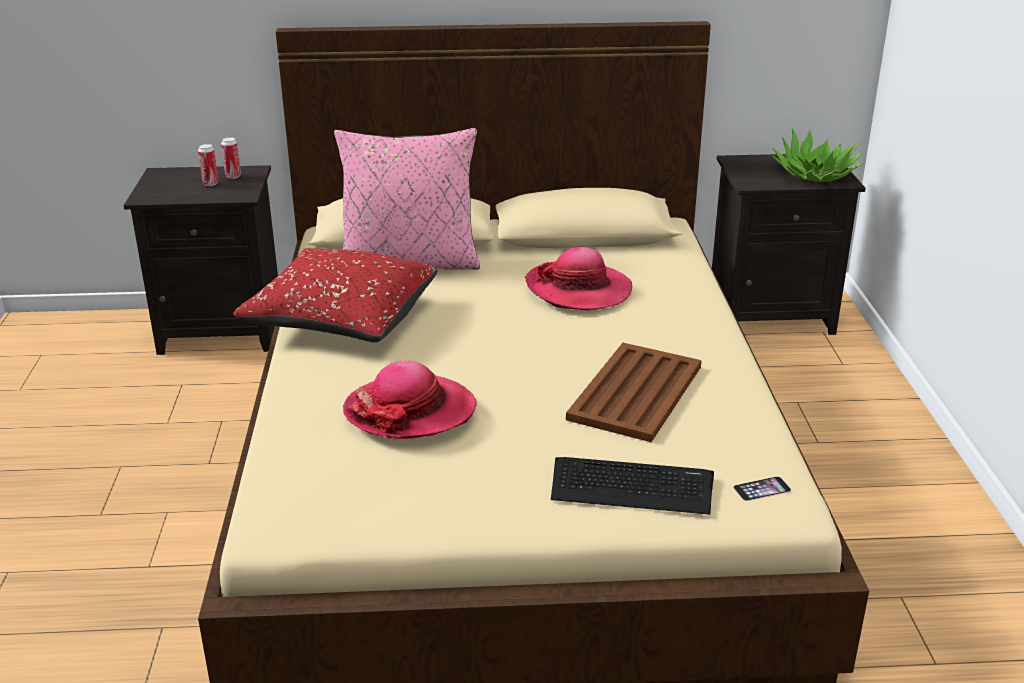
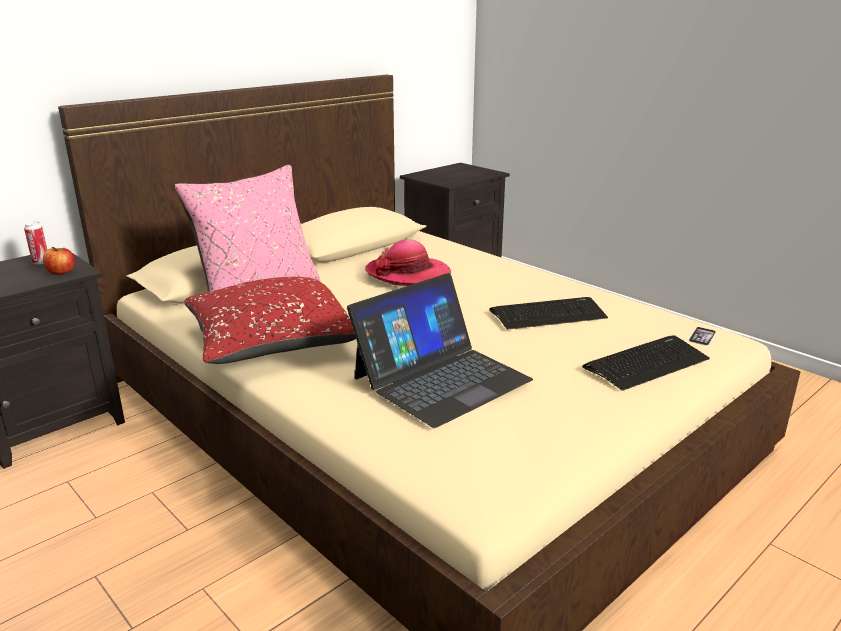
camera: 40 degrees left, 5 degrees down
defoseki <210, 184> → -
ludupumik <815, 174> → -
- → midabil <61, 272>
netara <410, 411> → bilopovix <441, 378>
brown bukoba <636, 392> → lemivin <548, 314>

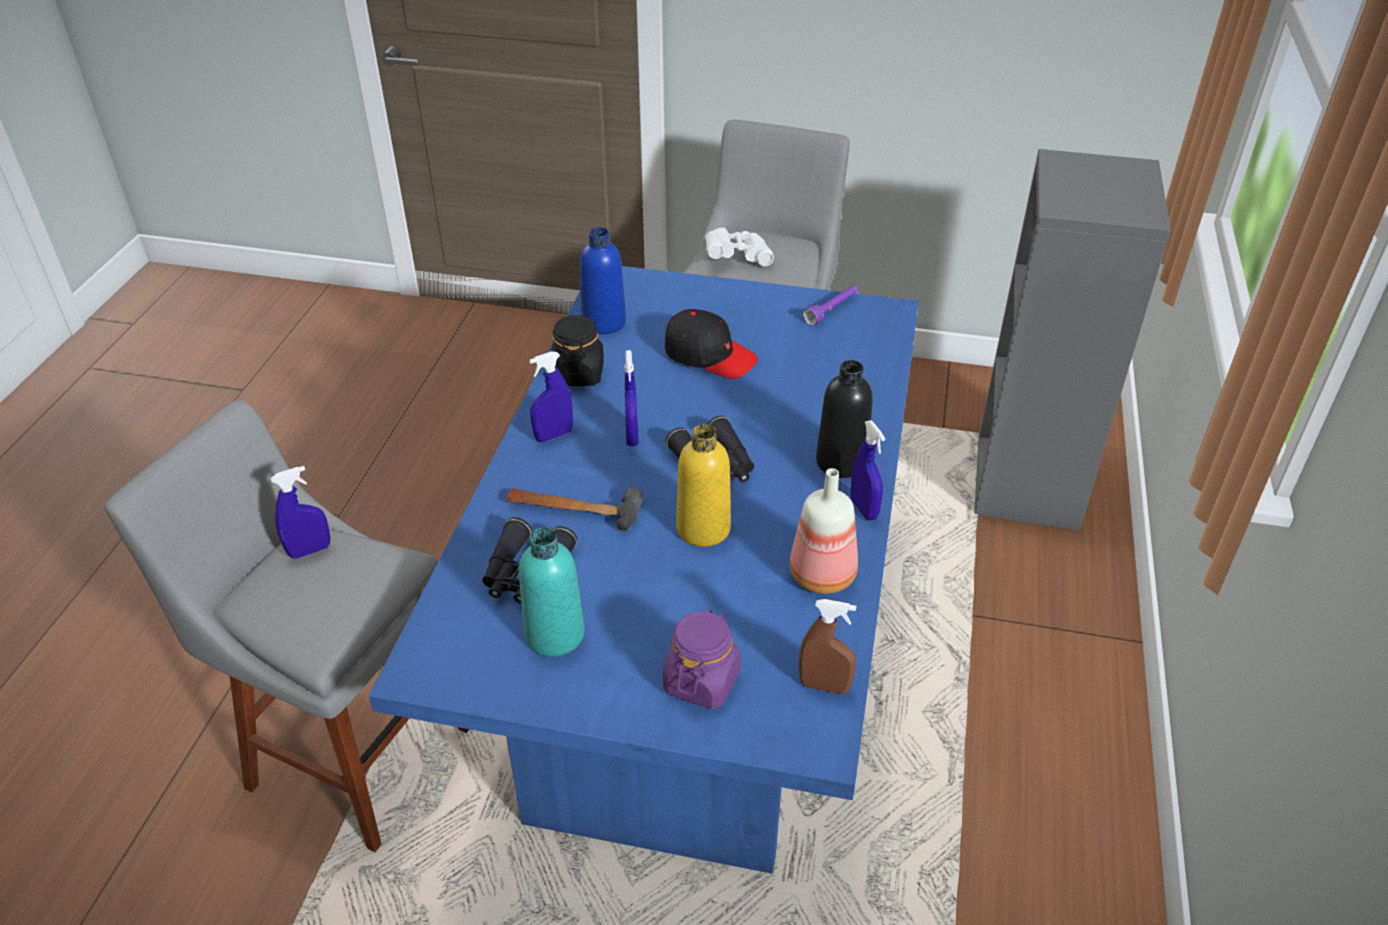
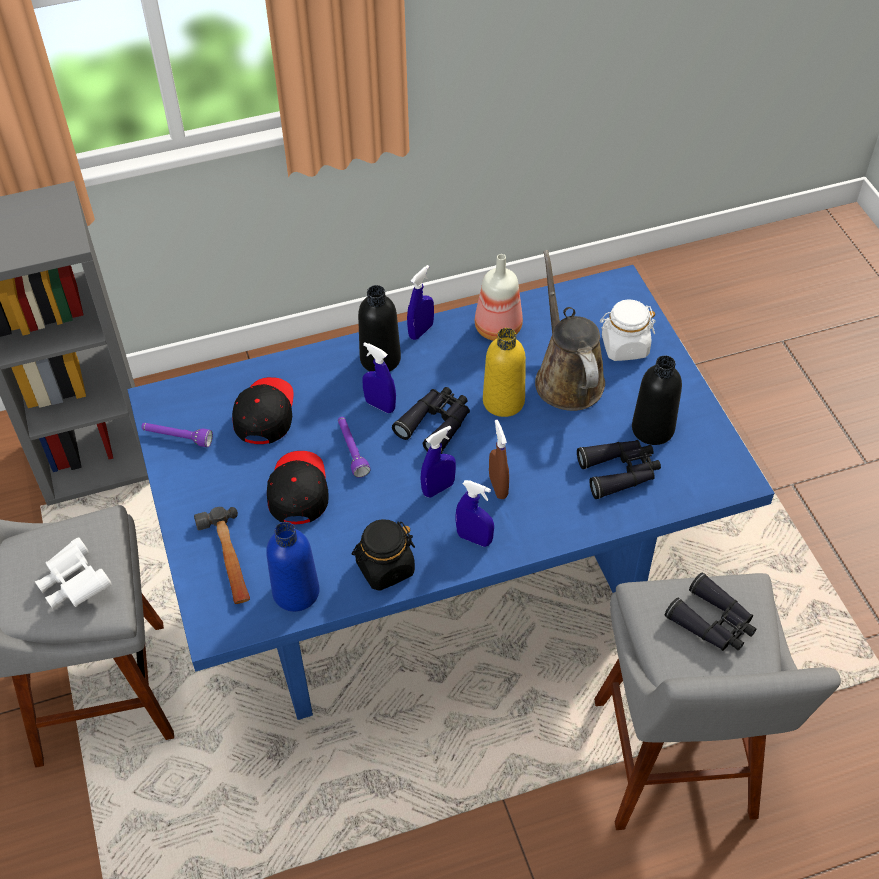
camera: 120 degrees left, 10 degrees up
- → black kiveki <265, 414>
- → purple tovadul <352, 450>
- → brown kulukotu <567, 377>
- → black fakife <713, 623>
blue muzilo <310, 550> → blue muzilo <380, 405>, move
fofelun <573, 509> → fofelun <228, 559>, move
brown muzilo <824, 686> → brown muzilo <498, 487>, move
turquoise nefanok <554, 634> → black nefanok <652, 429>
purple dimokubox <702, 681> → white dimokubox <624, 347>

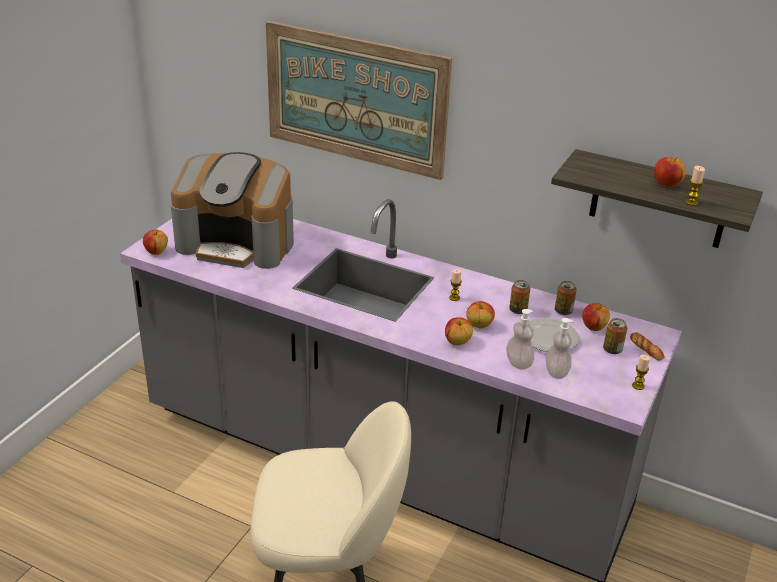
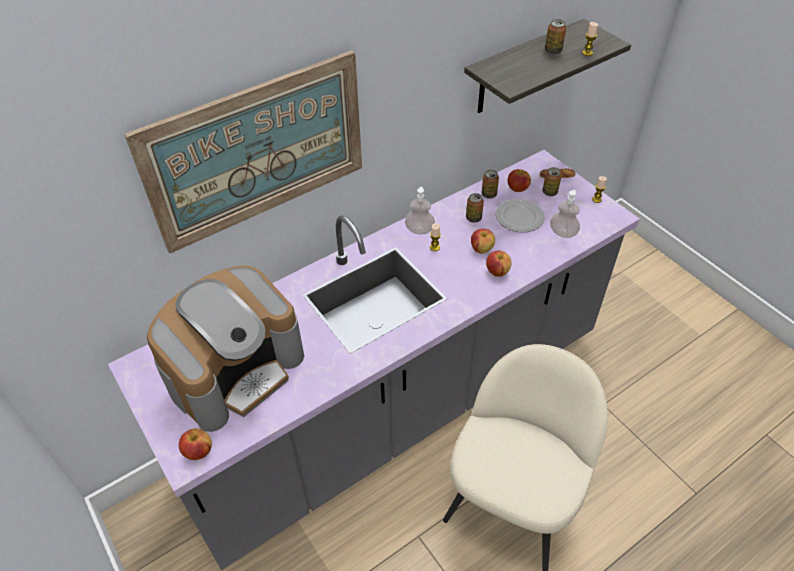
camera: 60 degrees left, 15 degrees up
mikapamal <518, 363> → mikapamal <419, 230>, move
midabil <666, 184> → defoseki <553, 51>

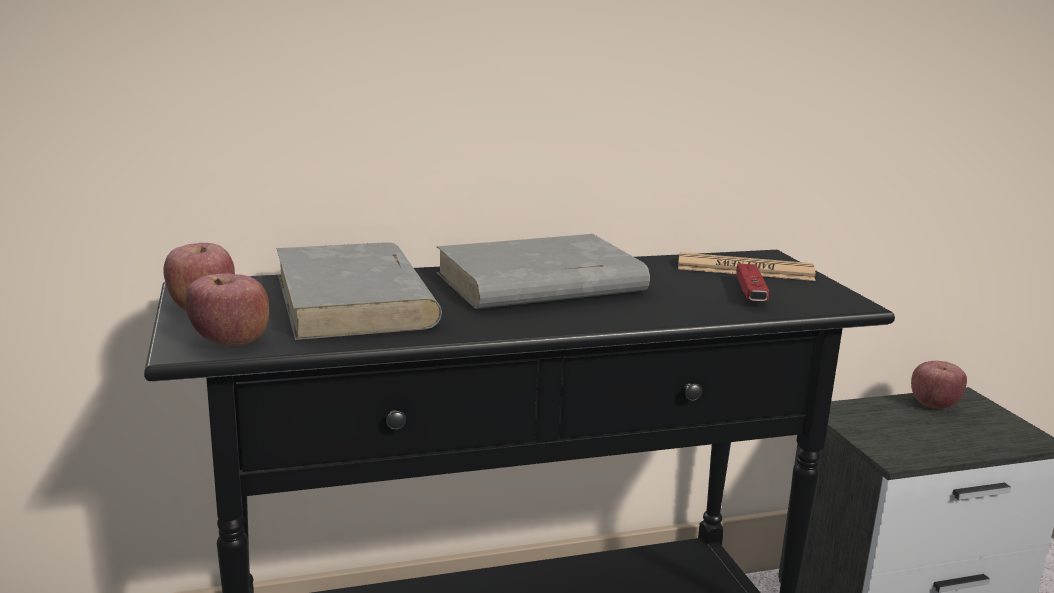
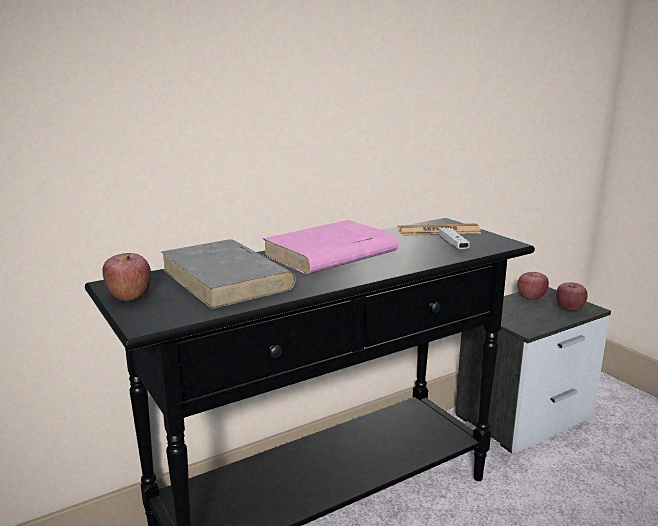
camera: 15 degrees left, 0 degrees up
midabil <231, 341> → midabil <569, 309>, move
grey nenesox <538, 283> → pink nenesox <330, 254>
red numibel <750, 293> → white numibel <453, 244>

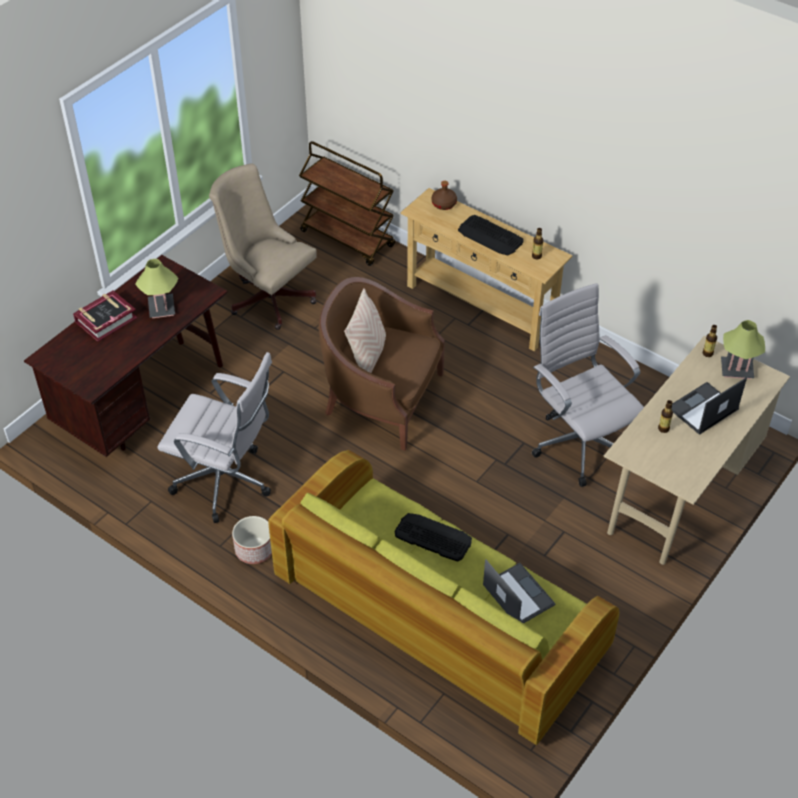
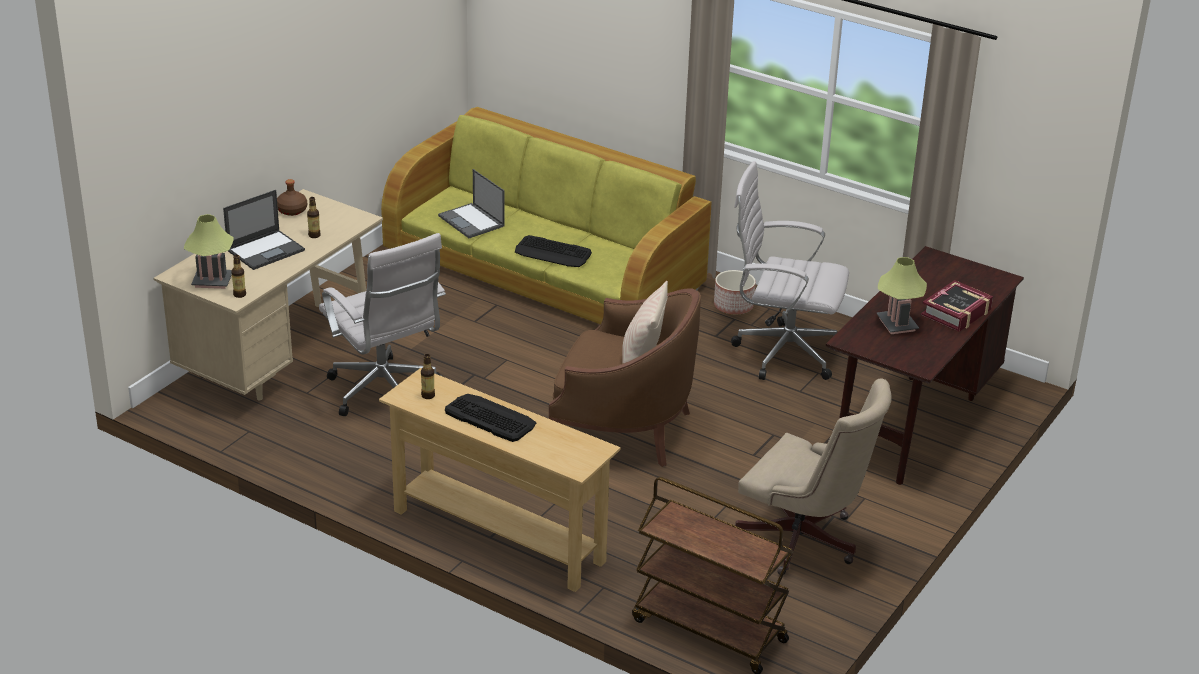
camera: 175 degrees right, 15 degrees down
brown nefanok <444, 204> → brown nefanok <291, 210>, move

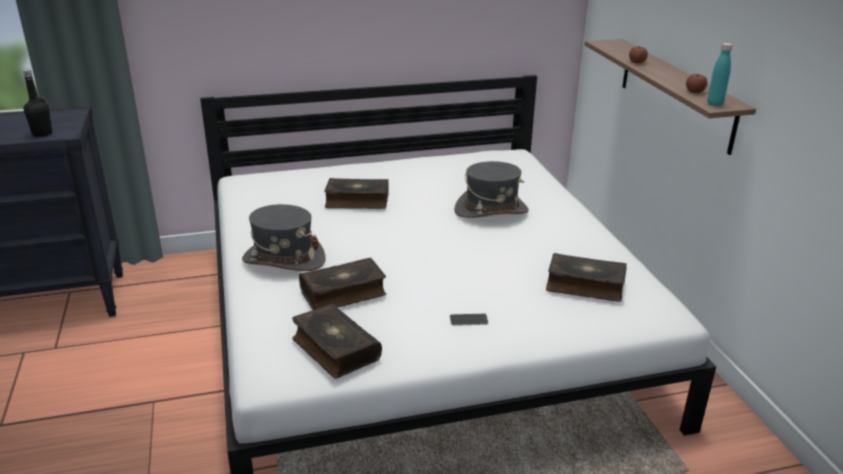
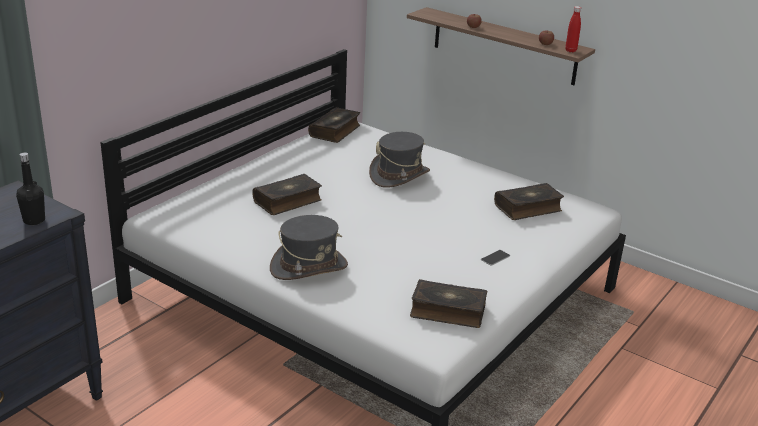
camera: 40 degrees left, 0 degrees up
nenesox <343, 293> → nenesox <335, 131>, move
turquoise nefanok <714, 103> → red nefanok <570, 50>

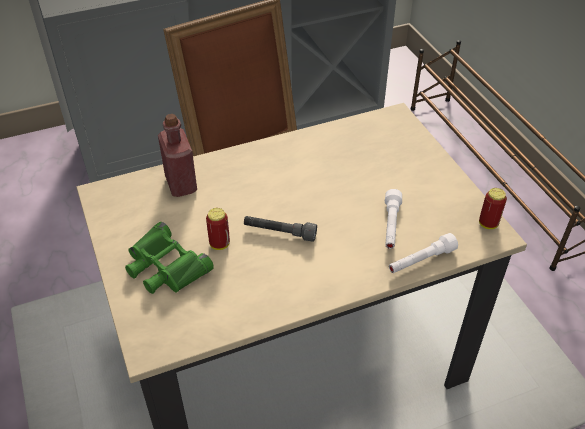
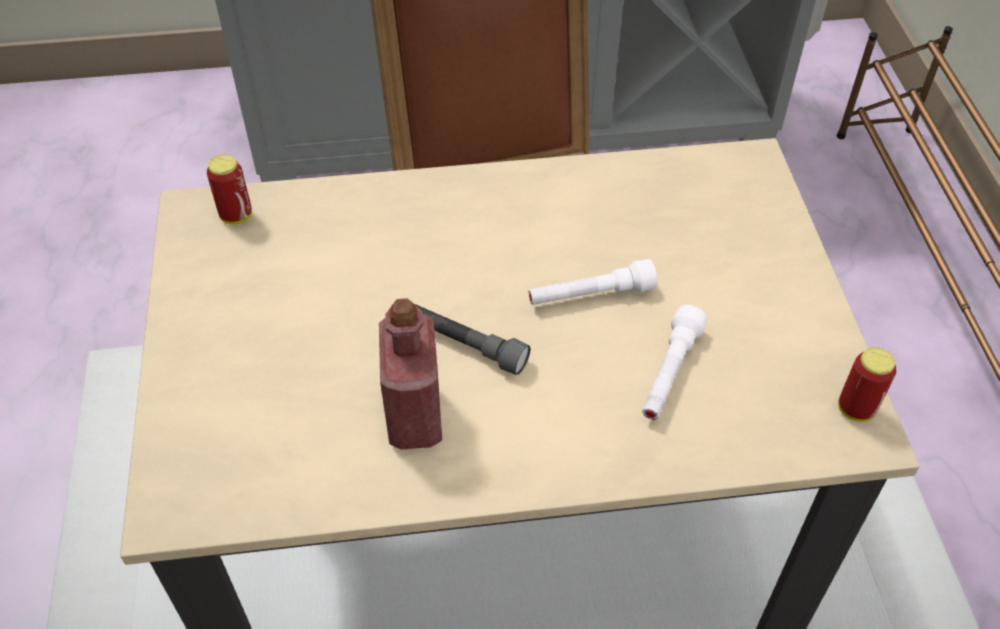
camera: 15 degrees right, 5 degrees up
green fakife <165, 267> → -
red nefanok <181, 184> → red nefanok <414, 417>, move
defoseki <219, 244> → defoseki <236, 216>, move
white tovadul <421, 261> → white tovadul <590, 295>, move

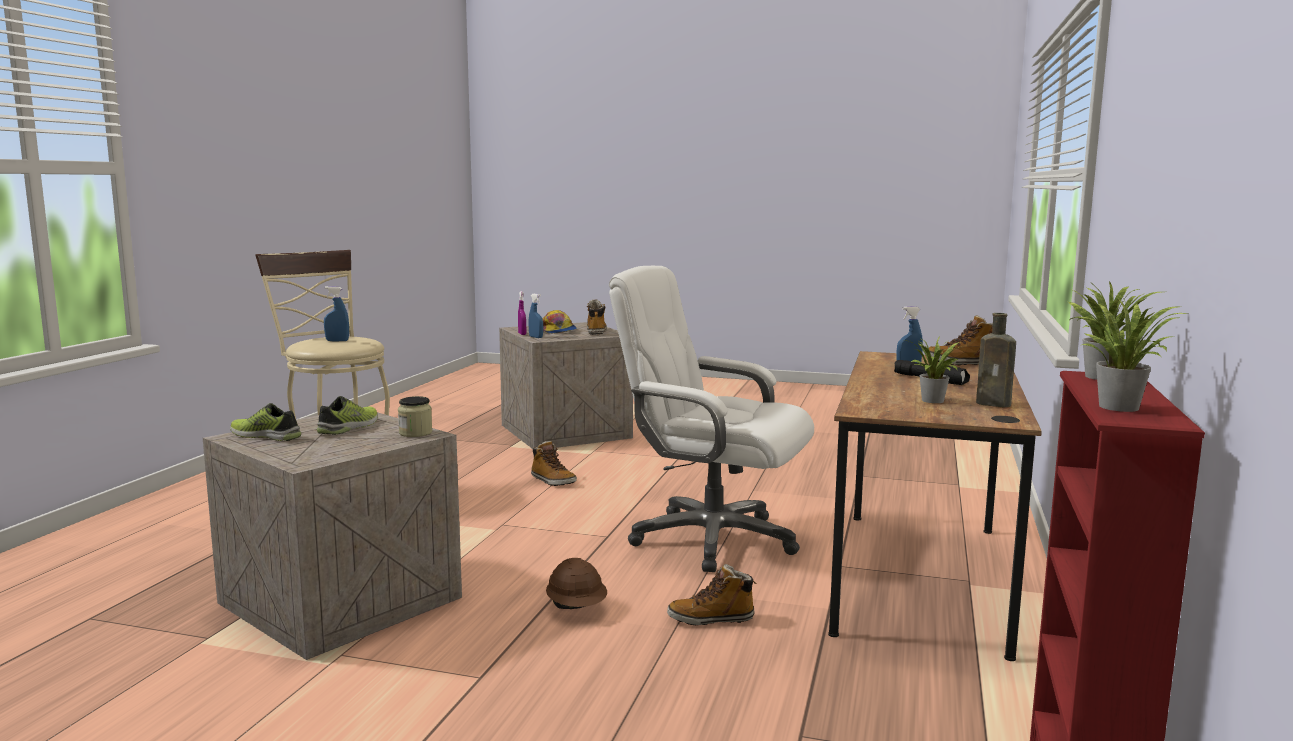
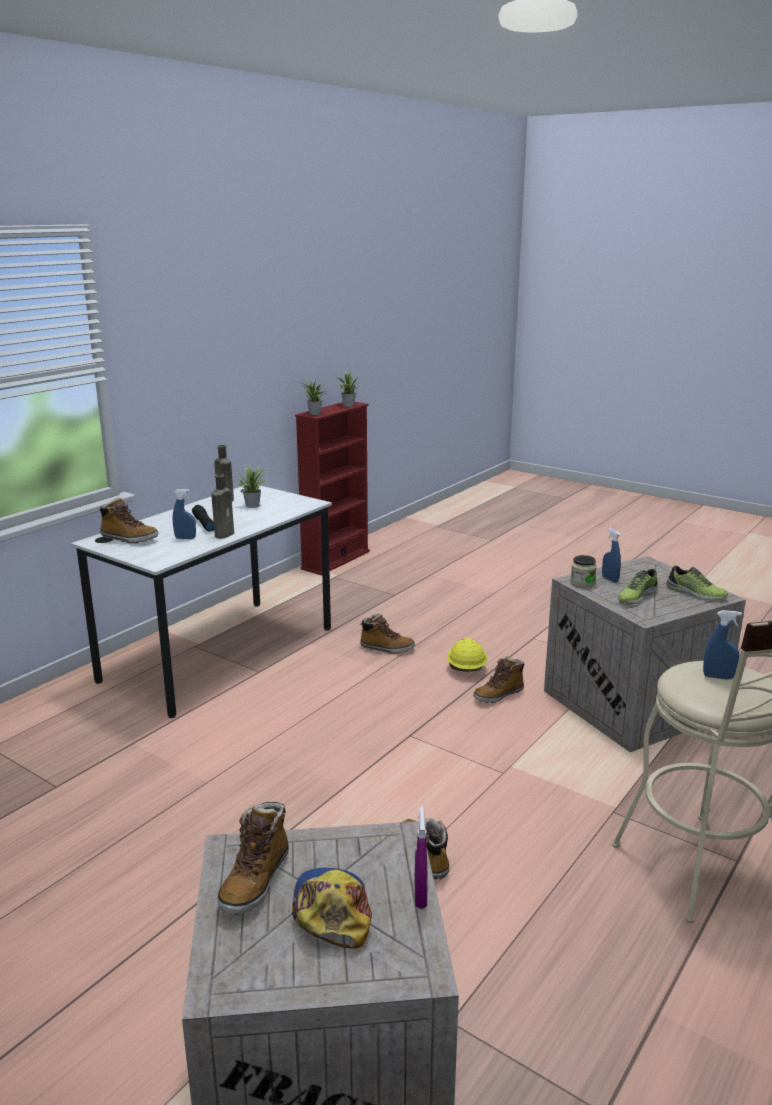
camera: 160 degrees left, 10 degrees up
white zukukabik <711, 539> → -
- → brown nefanok <225, 534>
- → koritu <498, 695>
blue muzilo <536, 337> → blue muzilo <609, 579>, move
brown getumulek <577, 608> → yellow getumulek <466, 669>
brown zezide <920, 577> → white zezide <219, 654>

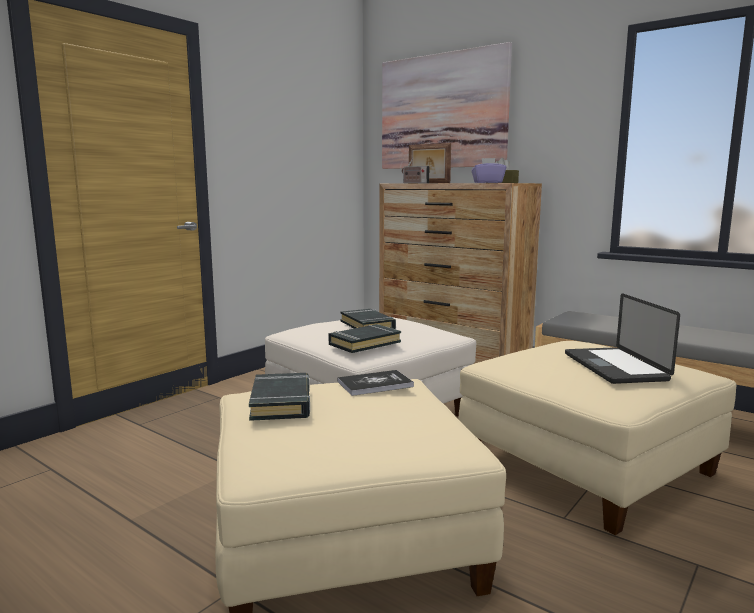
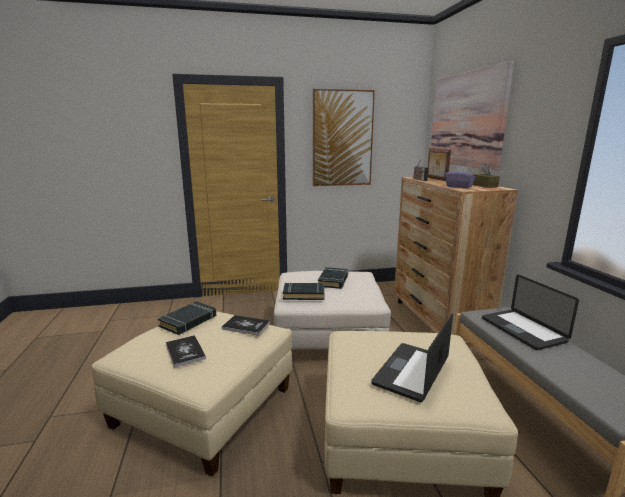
camera: 40 degrees right, 5 degrees up
- → nenesox <185, 351>
- → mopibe <342, 139>
- → bilopovix <522, 330>

